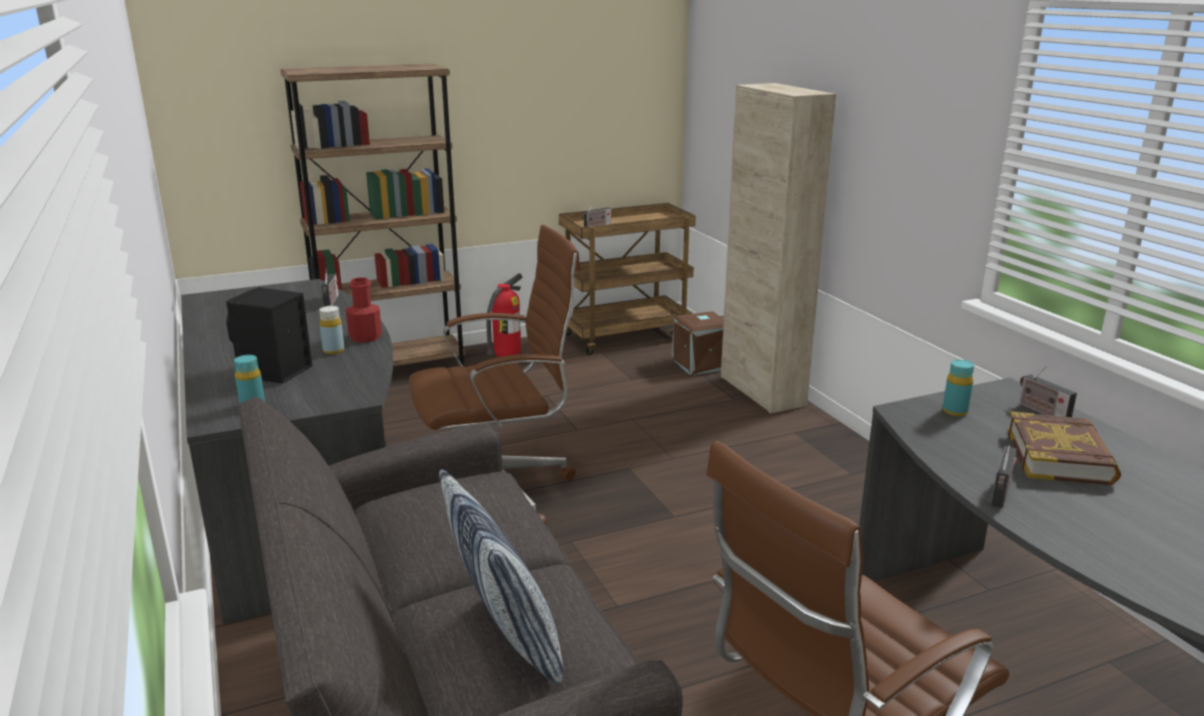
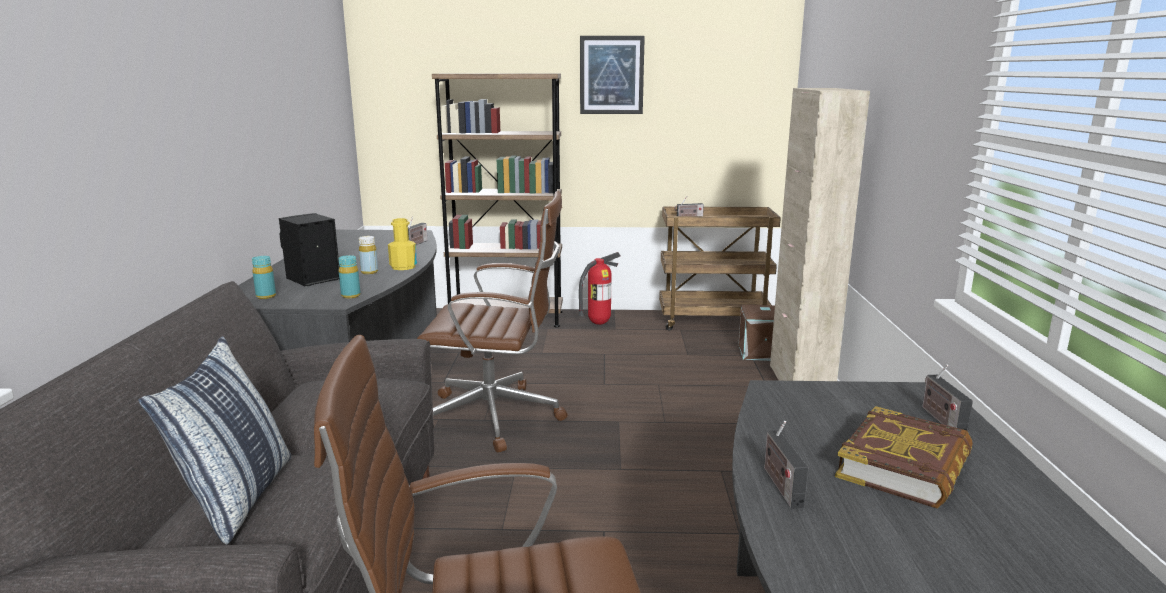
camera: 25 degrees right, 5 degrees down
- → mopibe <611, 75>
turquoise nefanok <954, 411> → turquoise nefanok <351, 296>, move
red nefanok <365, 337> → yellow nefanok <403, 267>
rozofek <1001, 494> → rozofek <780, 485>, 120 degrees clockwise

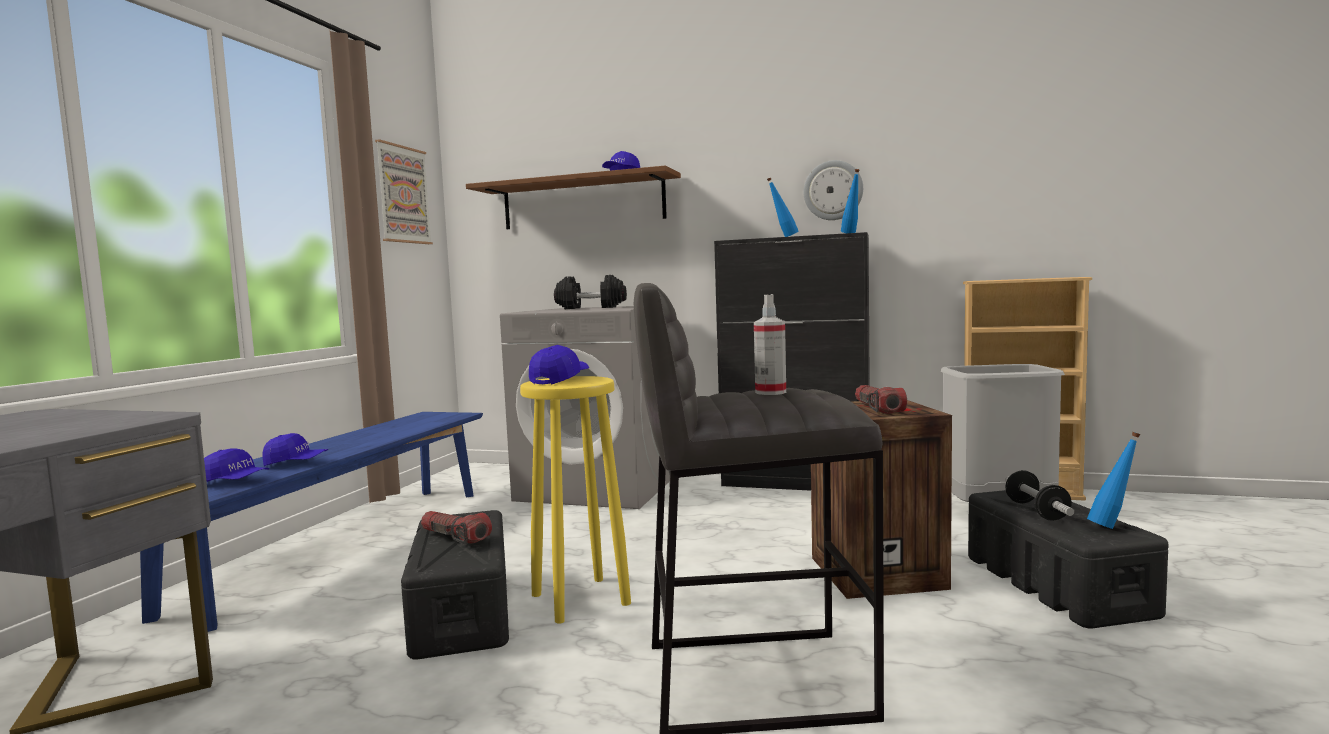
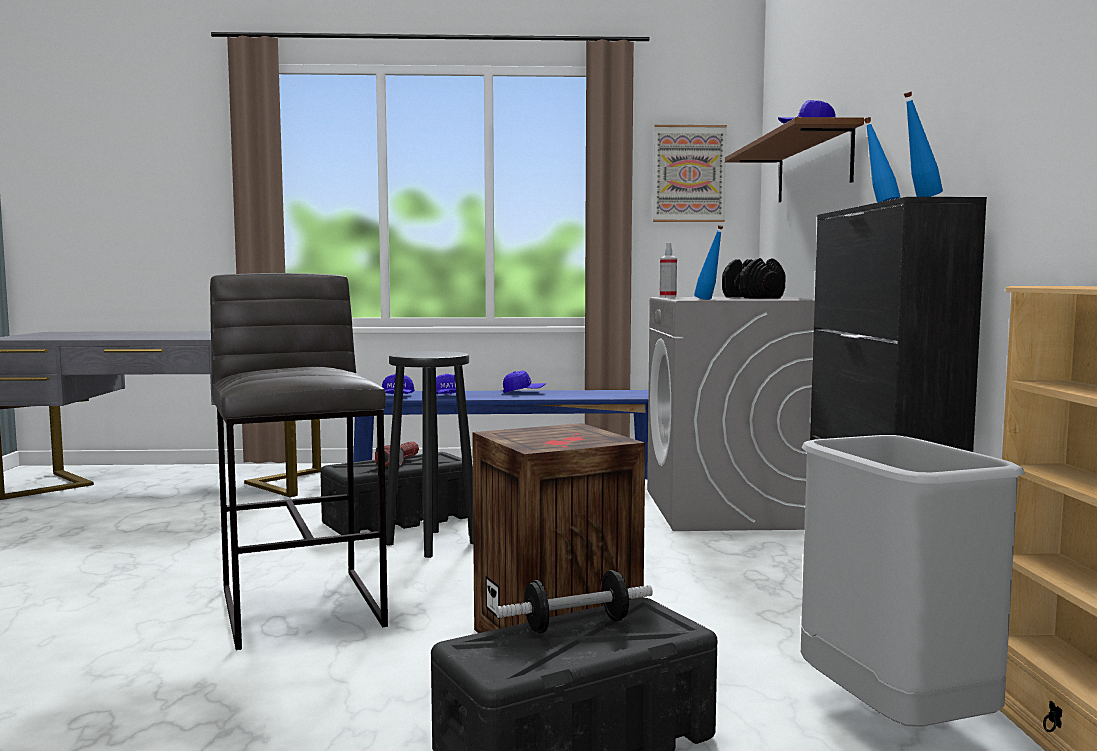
camera: 70 degrees right, 0 degrees up
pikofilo <833, 190> → -
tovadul <877, 409> → -
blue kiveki <560, 380> → blue kiveki <524, 392>, move
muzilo <770, 392> → muzilo <668, 297>, move
blue nefanok <1112, 527> → blue nefanok <709, 299>, move
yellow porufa <579, 599> → black porufa <431, 543>

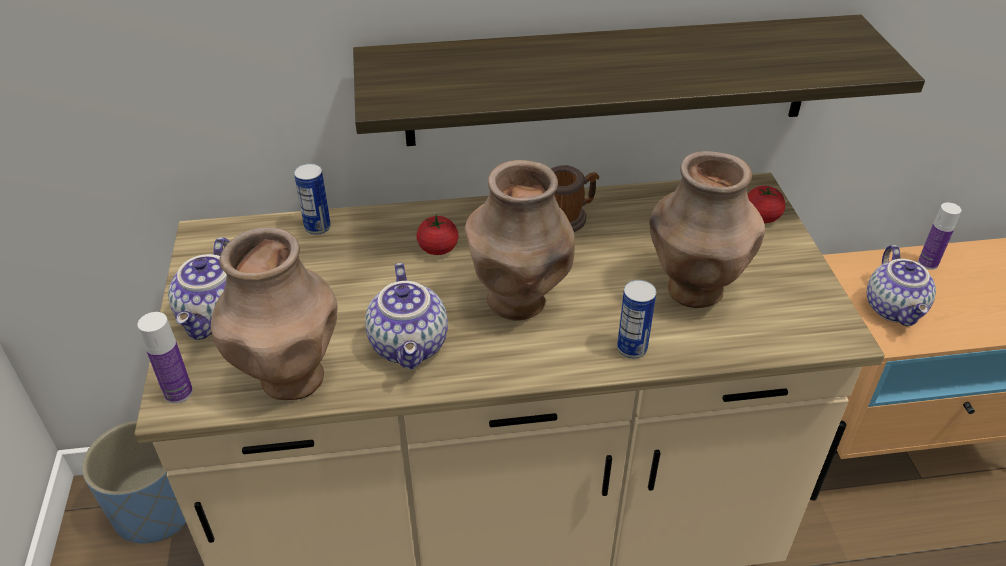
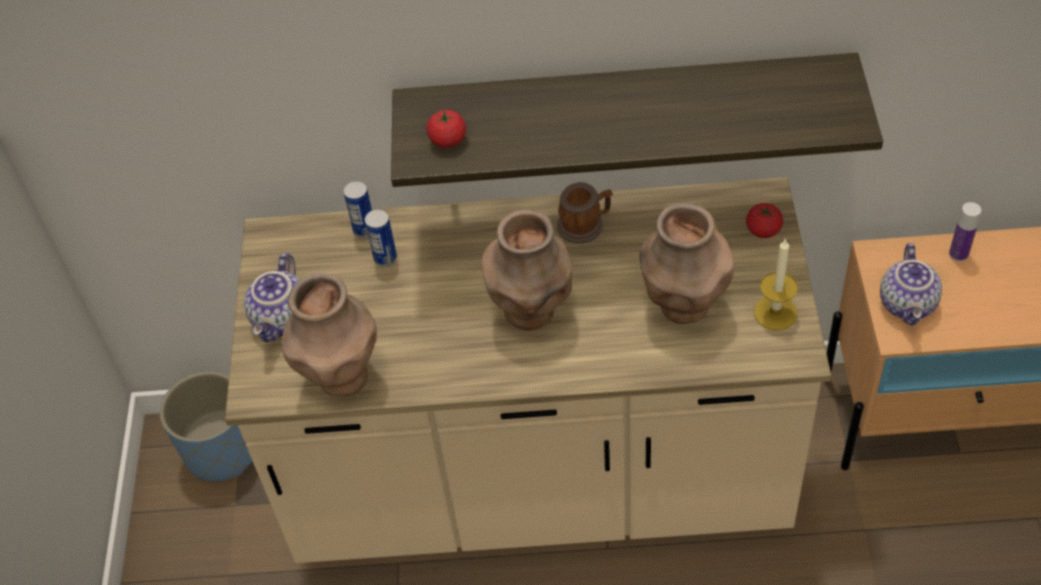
camera: 10 degrees right, 10 degrees up
nefanok <178, 393> → -
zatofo <411, 345> → -
- → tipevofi <775, 313>
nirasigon <438, 249> → nirasigon <448, 140>, move
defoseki <632, 348> → defoseki <385, 258>, move

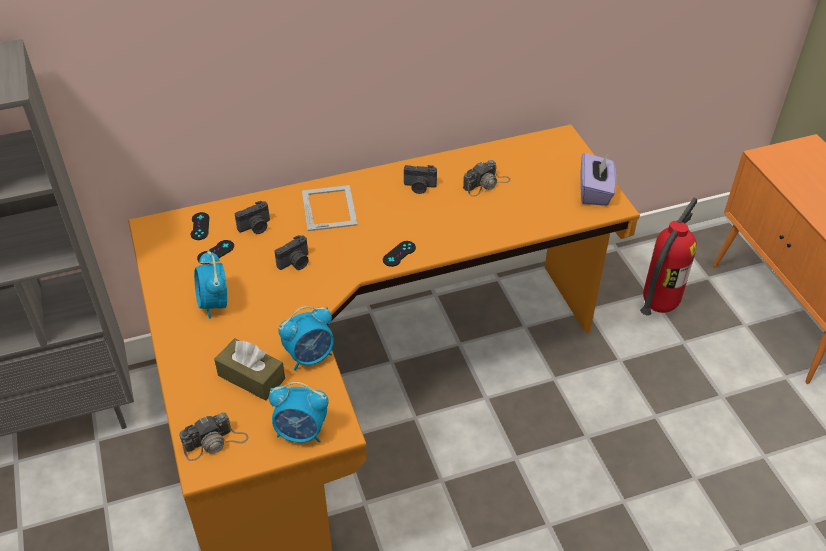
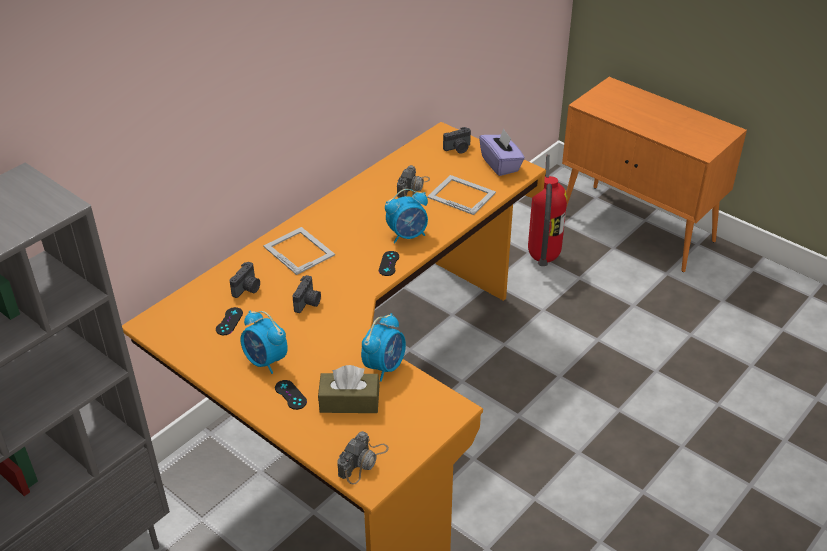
camera: 30 degrees left, 5 degrees down
- → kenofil <461, 194>
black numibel <200, 226> → black numibel <290, 395>, move
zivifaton <301, 432> → zivifaton <408, 235>, move
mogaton <419, 187> → mogaton <458, 149>, move

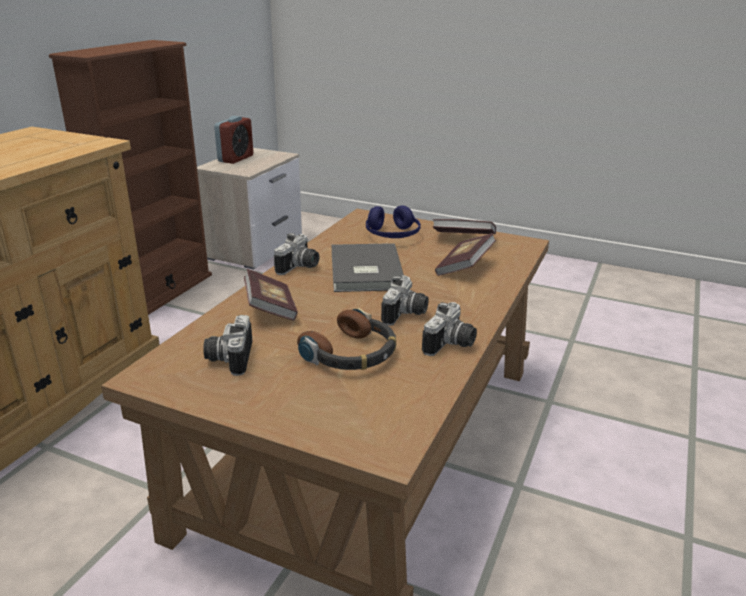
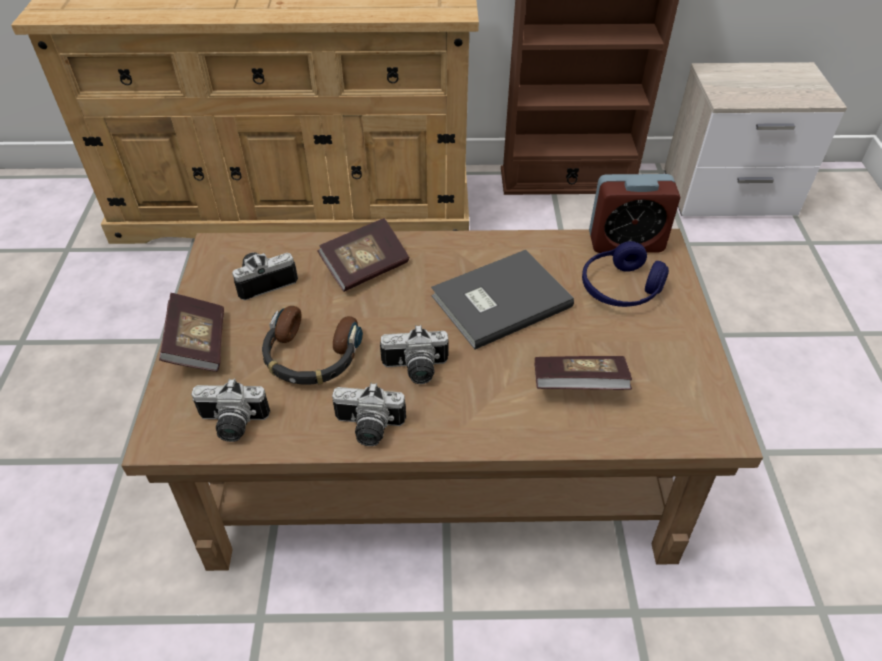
camera: 65 degrees right, 20 degrees up
zivifaton <236, 158> → zivifaton <625, 242>, move
mogaton <300, 267> → mogaton <232, 425>, move
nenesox <463, 239> → nenesox <198, 345>, move

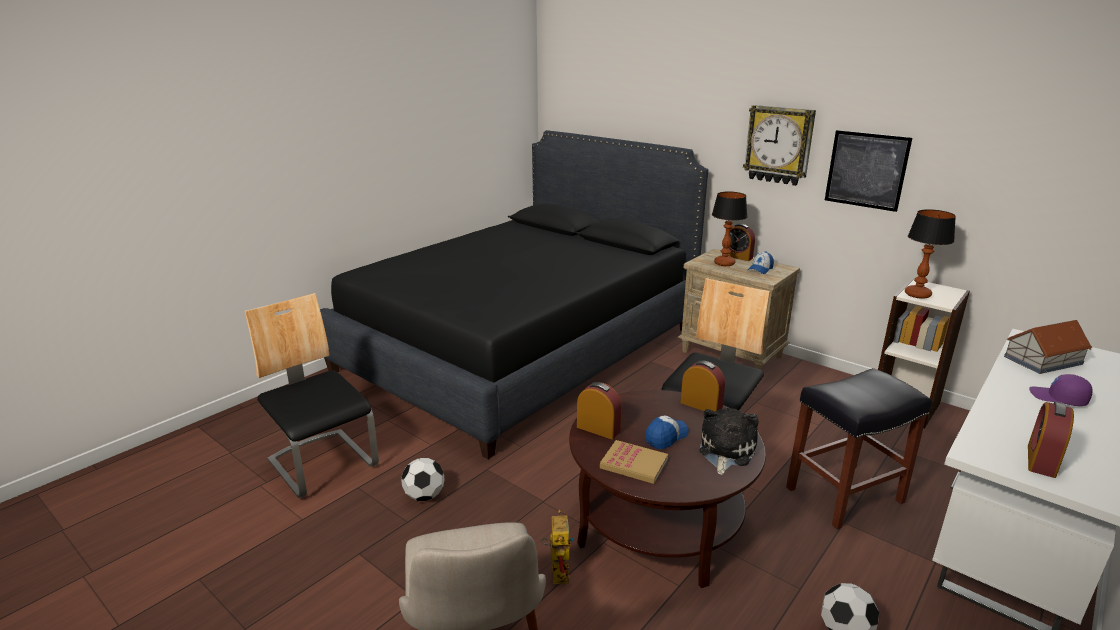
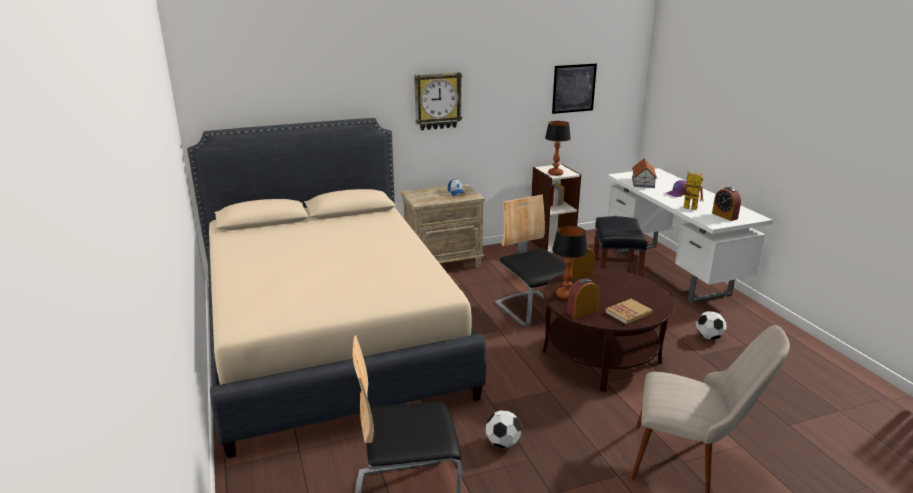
camera: 60 degrees left, 0 degrees up
kiveki <666, 437> → -
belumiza <725, 451> → -
zivifaton <738, 257> → -
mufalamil <557, 570> → mufalamil <686, 207>, move
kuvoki <724, 263> → kuvoki <565, 295>, move
mopibe <866, 170> → mopibe <574, 88>, move
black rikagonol <521, 349> → beige rikagonol <330, 336>

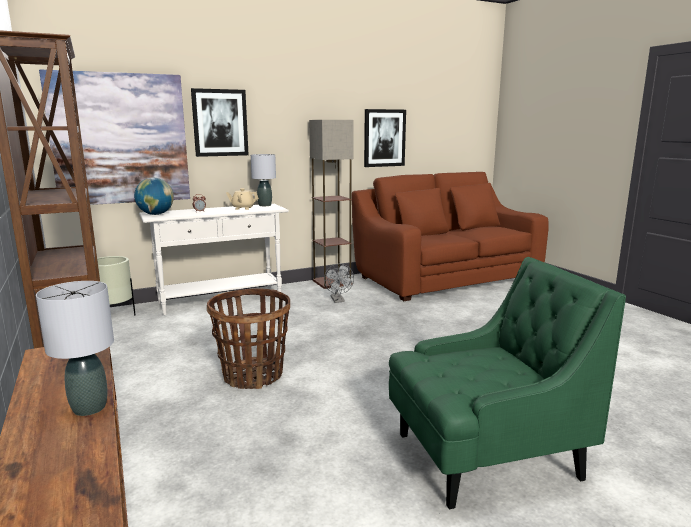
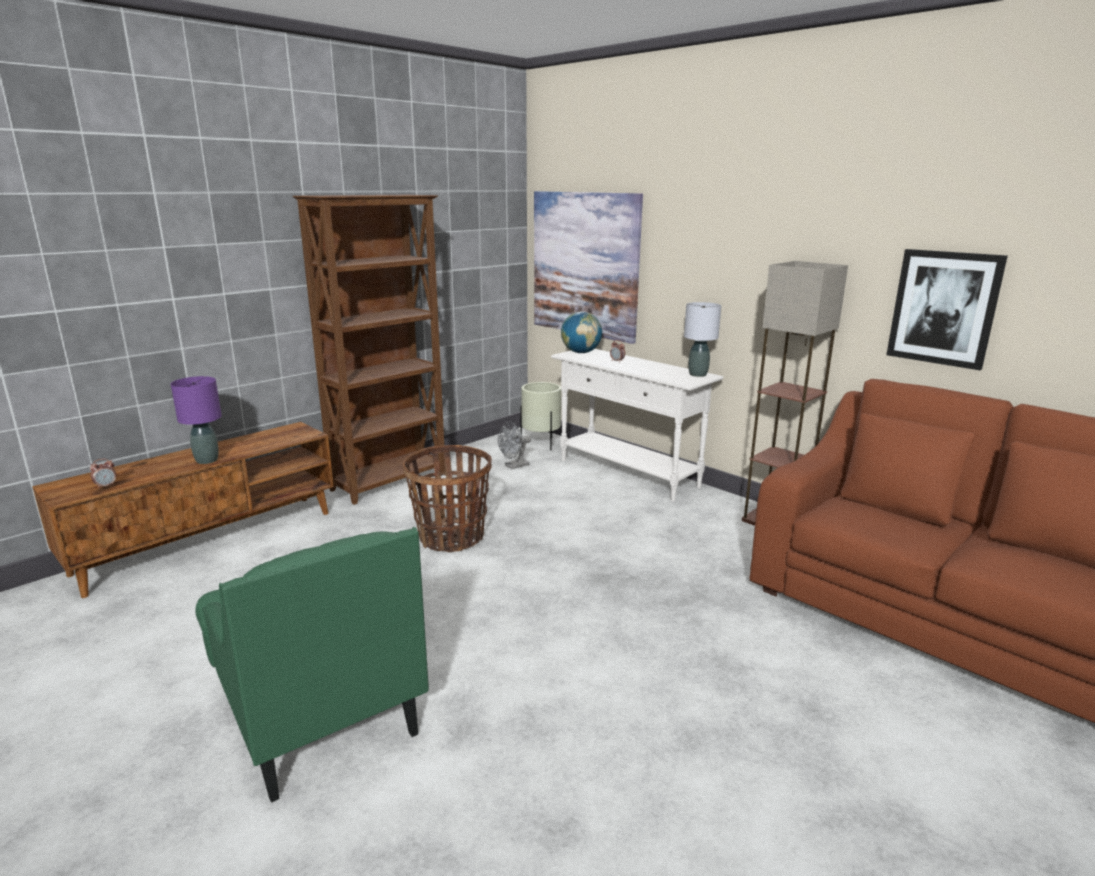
camera: 70 degrees right, 5 degrees up
mopibe <220, 123> → -
beige zatofo <243, 208> → -
- → zivifaton <106, 486>
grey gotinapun <338, 300> → grey gotinapun <514, 466>, move
grey kuvoki <89, 407> → purple kuvoki <207, 460>

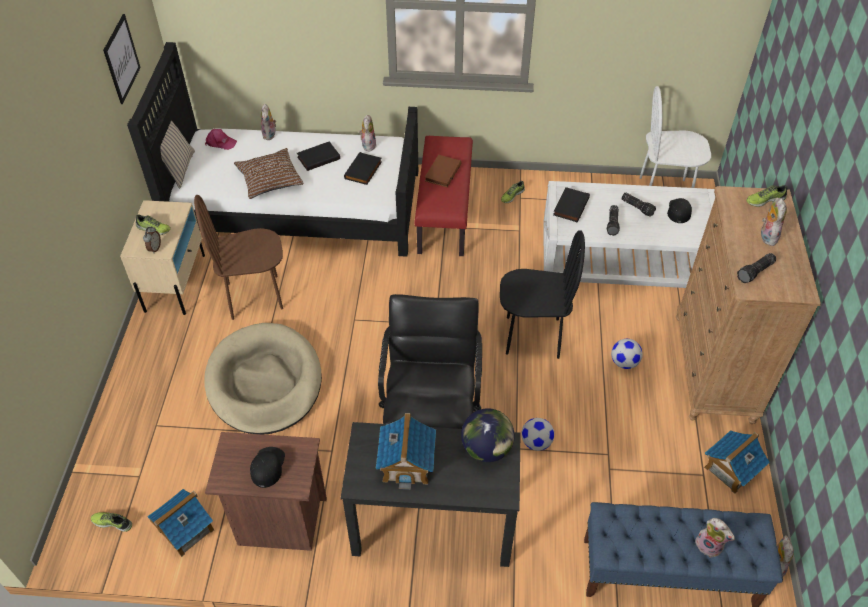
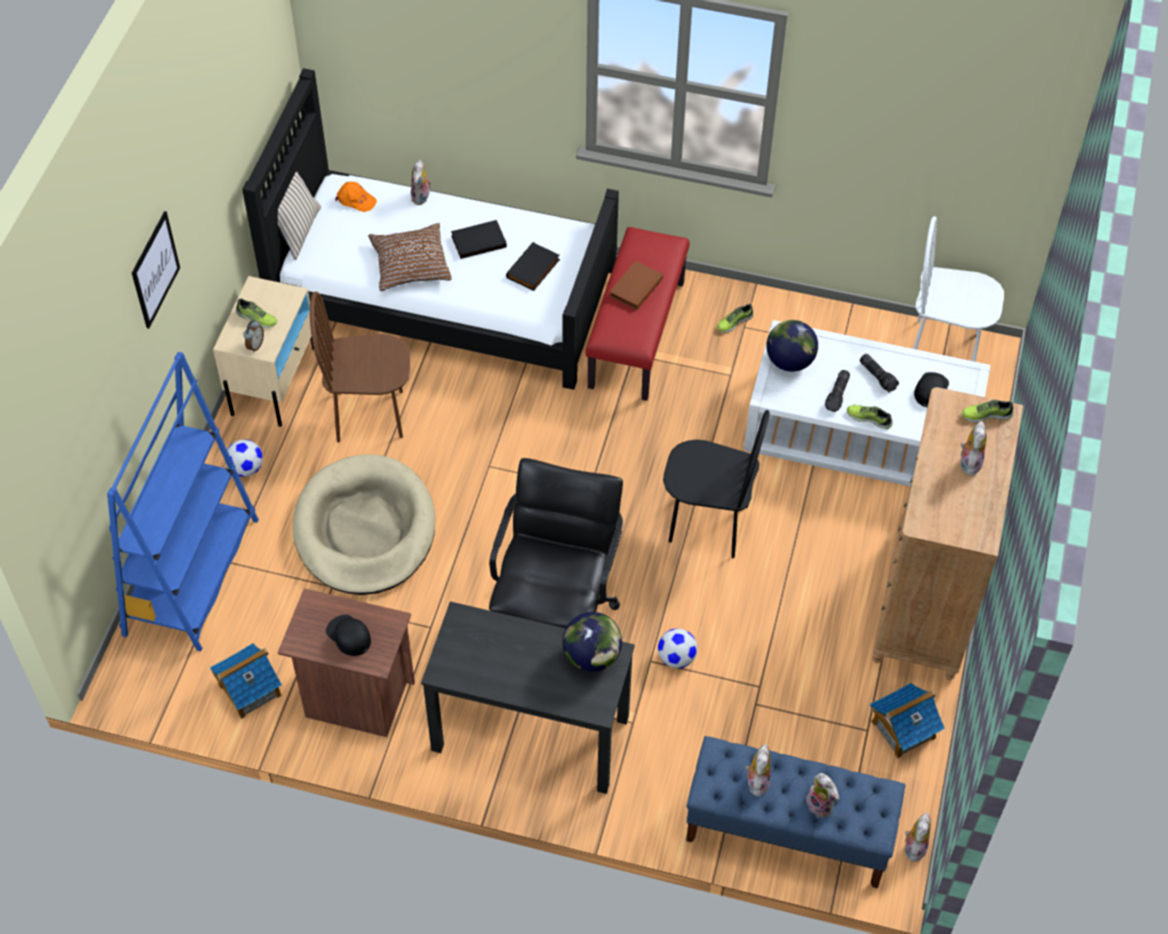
camera: 10 degrees right, 5 degrees up
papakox <407, 463> → -
tovadul <755, 272> → -
- → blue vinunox <192, 576>
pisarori <113, 522> → pisarori <869, 418>, move
mopibe <121, 59> → mopibe <155, 269>, move
belumiza <368, 145> → belumiza <756, 781>, move
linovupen <624, 363> → linovupen <246, 468>, move
black nenesox <570, 206> → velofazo <789, 361>
pink kiveki <220, 142> → orange kiveki <355, 200>
black kiveki <267, 467> → black kiveki <348, 635>, 60 degrees counterclockwise

